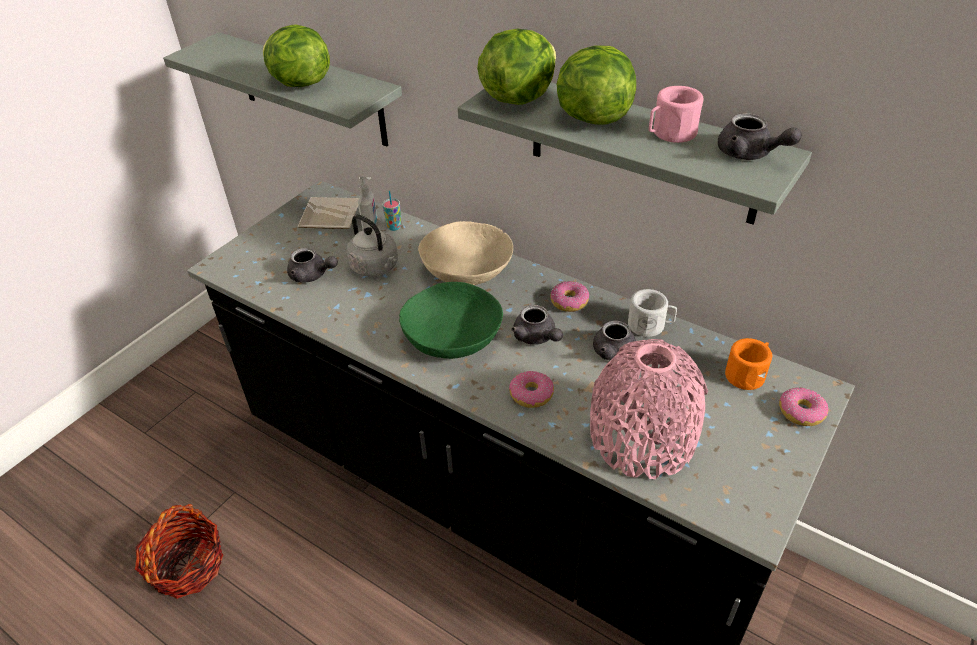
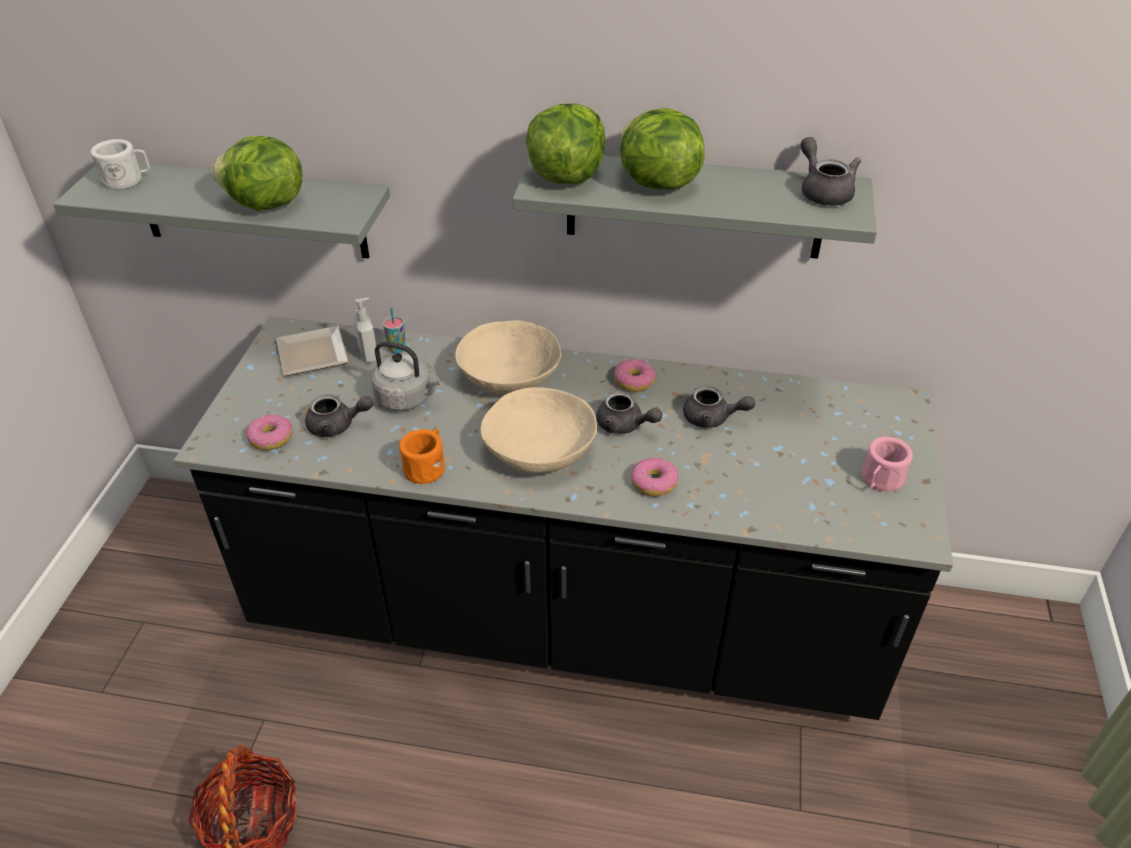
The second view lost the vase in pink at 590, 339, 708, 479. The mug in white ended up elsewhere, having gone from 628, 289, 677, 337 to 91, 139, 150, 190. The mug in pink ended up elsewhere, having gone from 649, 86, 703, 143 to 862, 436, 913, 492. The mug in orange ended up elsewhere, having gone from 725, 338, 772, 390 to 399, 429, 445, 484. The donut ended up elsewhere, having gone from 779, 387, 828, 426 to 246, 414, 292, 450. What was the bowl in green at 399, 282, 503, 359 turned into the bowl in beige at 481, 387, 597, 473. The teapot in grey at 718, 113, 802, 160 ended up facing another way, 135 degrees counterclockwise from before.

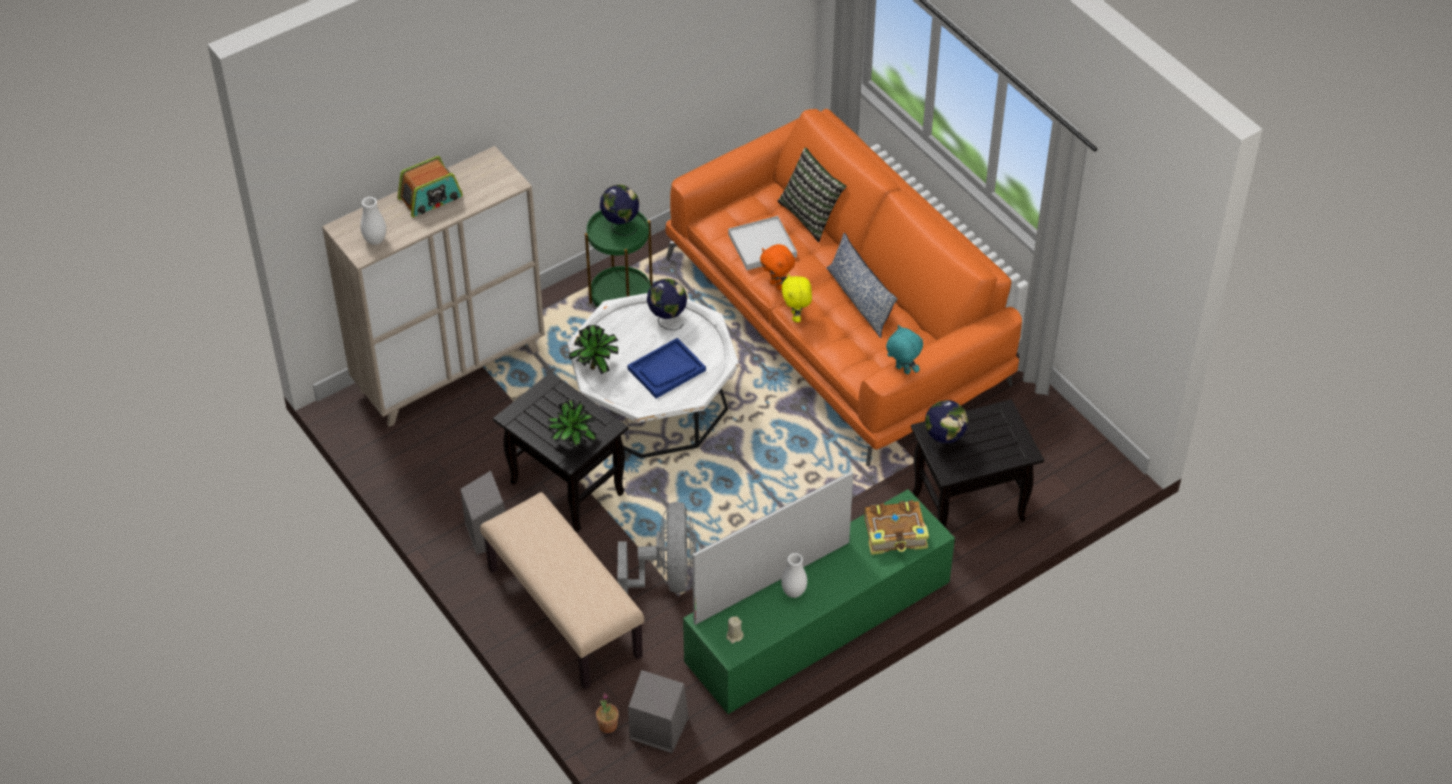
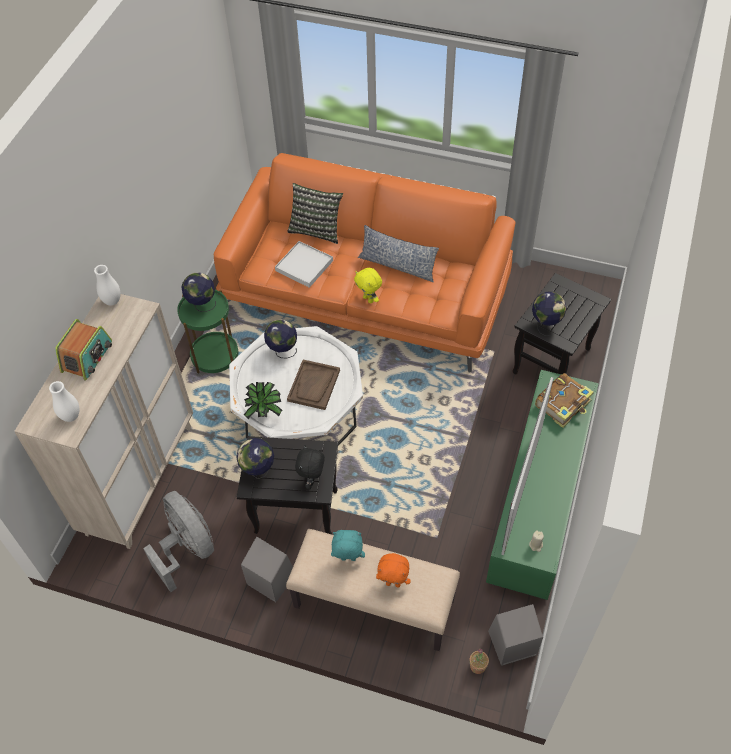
The second view gained the globe at 236, 438, 274, 479. The fan in grey ended up elsewhere, having gone from 617, 502, 696, 594 to 143, 491, 214, 592. The plush toy in orange ended up elsewhere, having gone from 760, 244, 795, 290 to 376, 553, 411, 588. The vase in white ended up elsewhere, having gone from 781, 553, 807, 598 to 94, 265, 121, 306. The plush toy in turquoise ended up elsewhere, having gone from 886, 325, 923, 374 to 331, 530, 365, 561. Where the potted plant stood at 547, 400, 596, 447, the plush toy in black came to stand at 295, 445, 325, 489. What was the tray in blue at 627, 338, 706, 399 turned into the tray in brown at 287, 360, 340, 410.

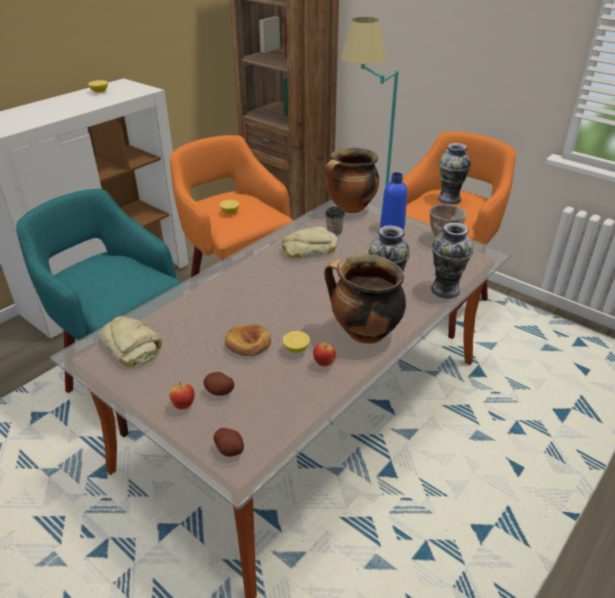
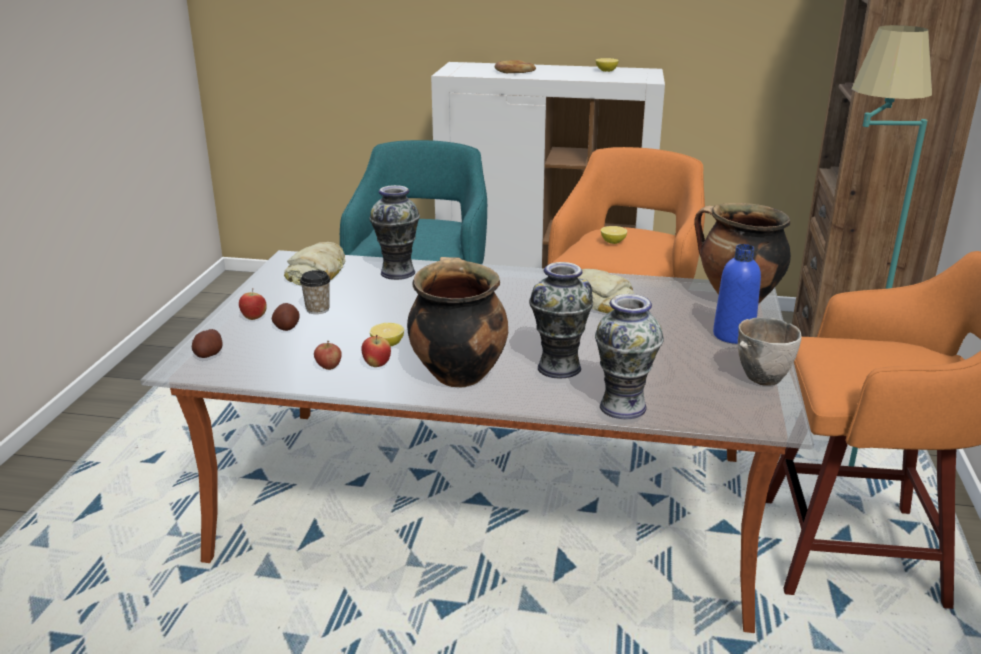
The second view gained the apple at 314, 340, 342, 370. The bread ended up elsewhere, having gone from 225, 324, 271, 356 to 495, 60, 536, 73. The cup ended up elsewhere, having gone from 325, 207, 345, 236 to 300, 270, 330, 314. The vase ended up elsewhere, having gone from 438, 143, 471, 205 to 369, 185, 420, 280.

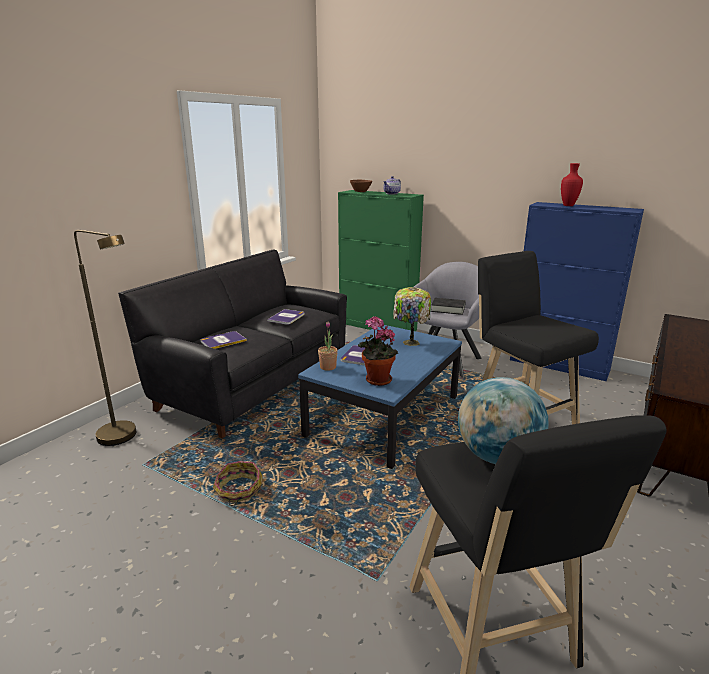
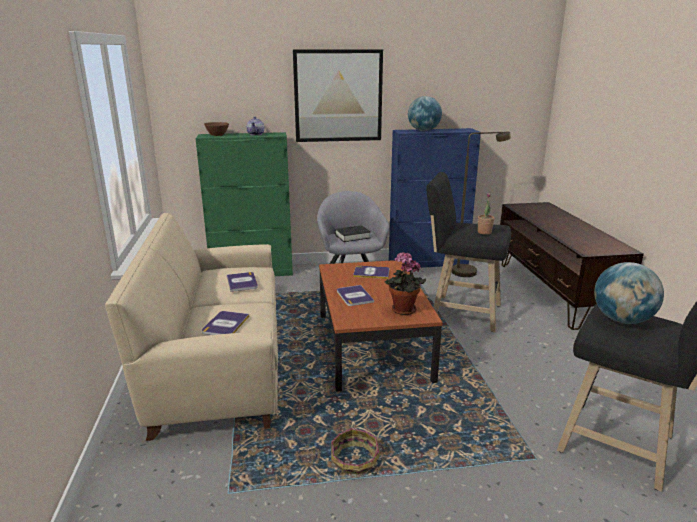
The second view gained the picture at 293, 49, 383, 142. The floor lamp in brown ended up elsewhere, having gone from 74, 230, 136, 446 to 452, 132, 511, 277. The potted plant ended up elsewhere, having gone from 318, 322, 338, 371 to 478, 193, 495, 235. Where the table lamp stood at 393, 287, 431, 346, the book came to stand at 353, 266, 389, 279. Where the vase in red stood at 561, 163, 583, 206, the globe came to stand at 408, 96, 442, 131. What was the sofa in black at 118, 250, 347, 438 turned into the sofa in beige at 105, 213, 278, 441. What was the coffee table in blue at 298, 325, 462, 469 turned into the coffee table in brown at 319, 260, 443, 392.

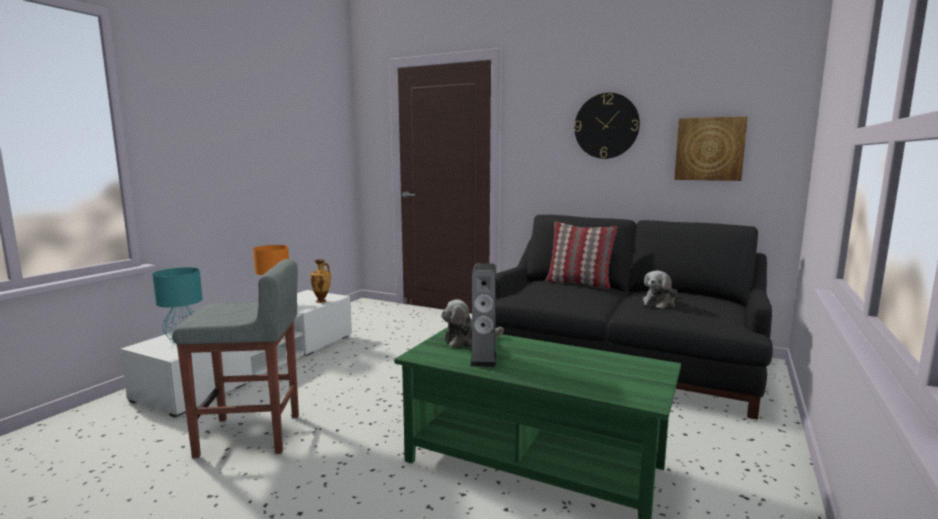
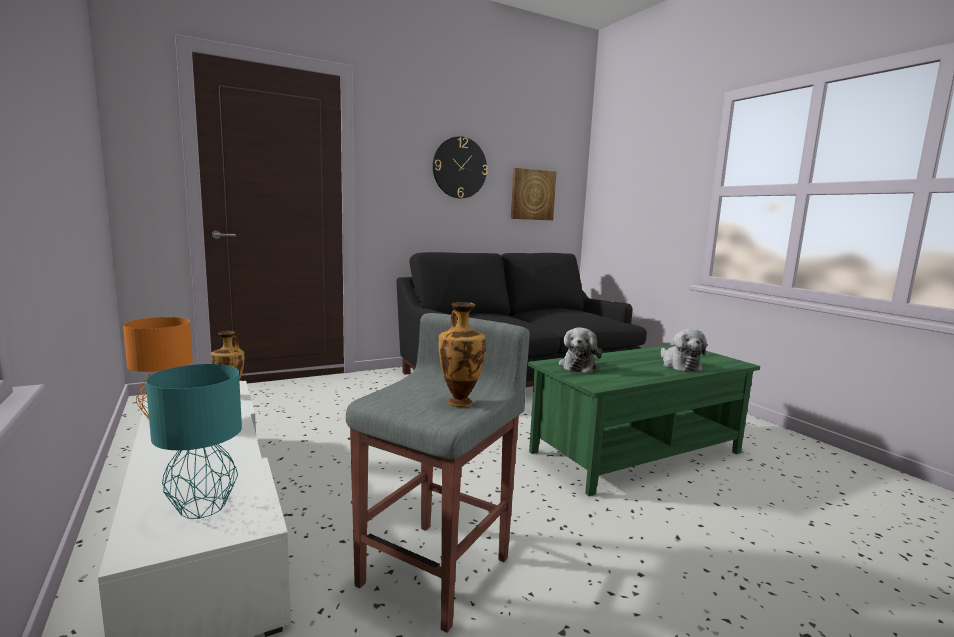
The second view lost the speaker at 470, 263, 497, 367. The second view lost the pillow at 545, 222, 617, 289. The second view gained the vase at 439, 302, 486, 407. The plush toy ended up elsewhere, having gone from 643, 271, 677, 309 to 661, 328, 707, 372.

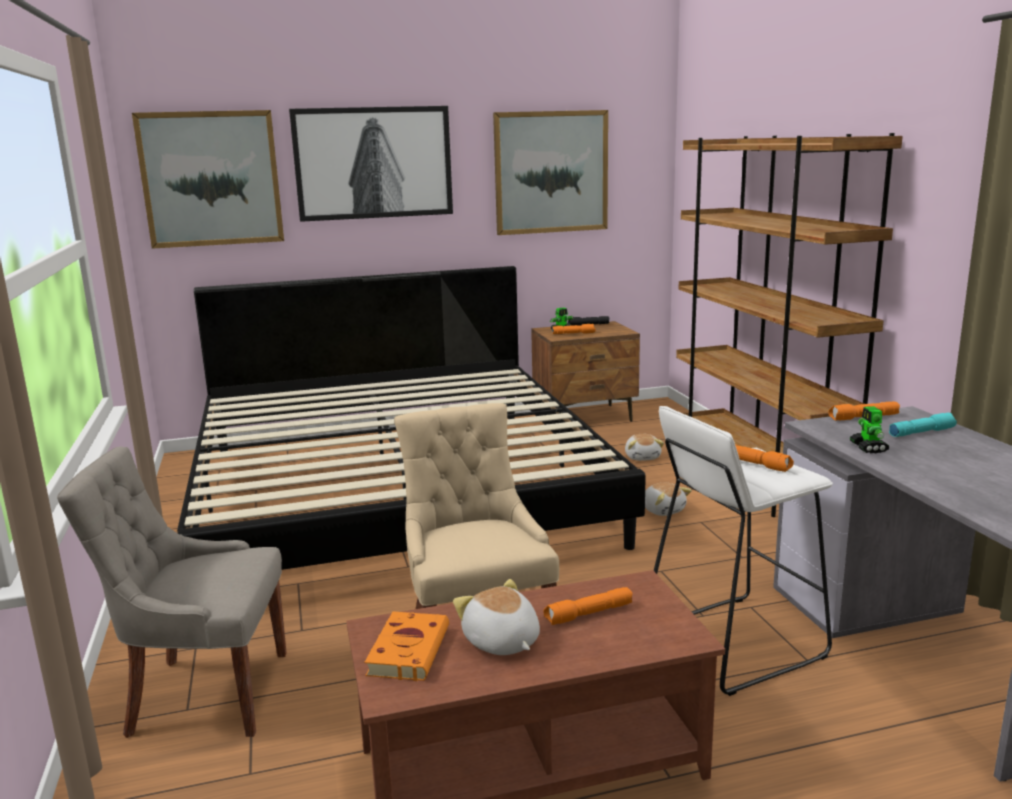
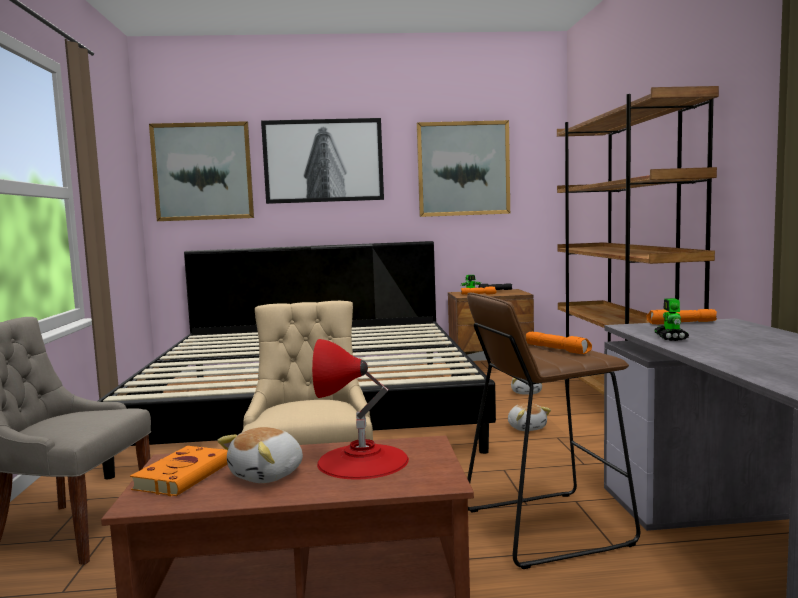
The second view lost the flashlight in turquoise at 889, 413, 957, 437. Where the flashlight in orange stood at 543, 587, 632, 625, the table lamp in red came to stand at 312, 339, 409, 480. What was the stool in white at 654, 406, 833, 696 turned into the stool in brown at 467, 293, 640, 569. The plush toy at 453, 579, 540, 655 ended up facing another way, 120 degrees counterclockwise from before.

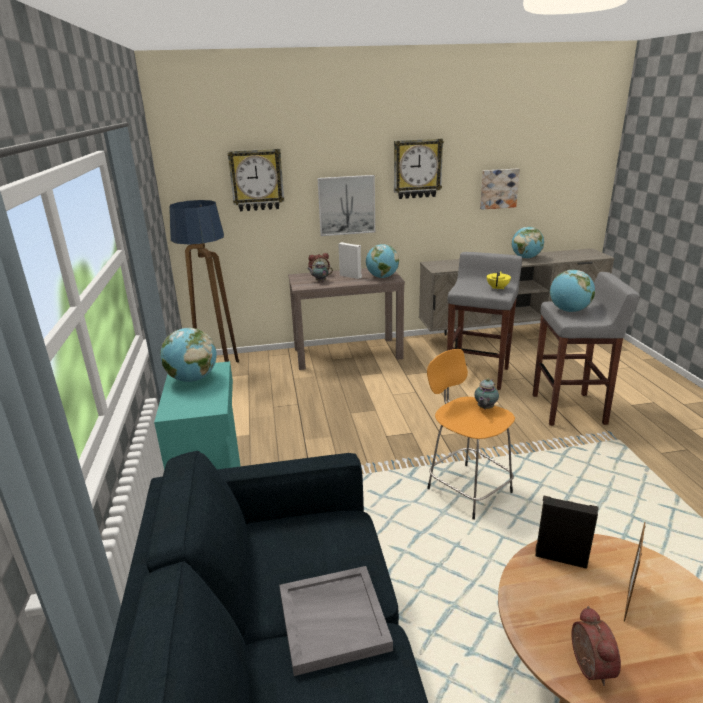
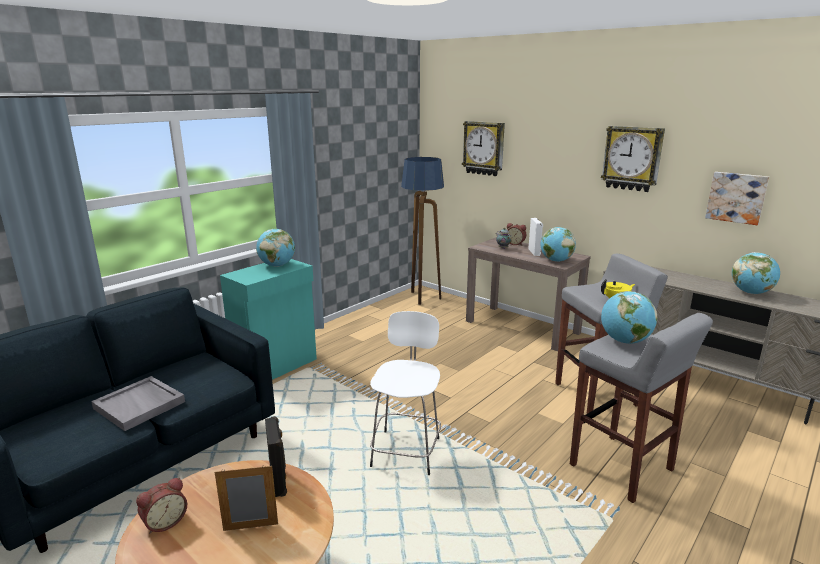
The second view lost the picture at 317, 175, 375, 236. The second view lost the teapot at 474, 378, 499, 409. What was the stool in orange at 427, 349, 515, 520 turned into the stool in white at 370, 311, 441, 475.

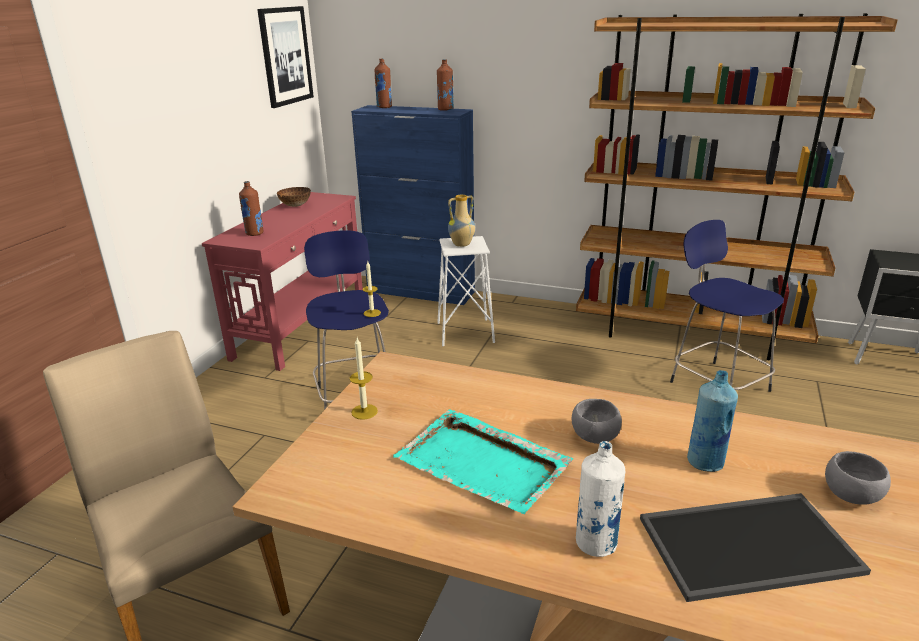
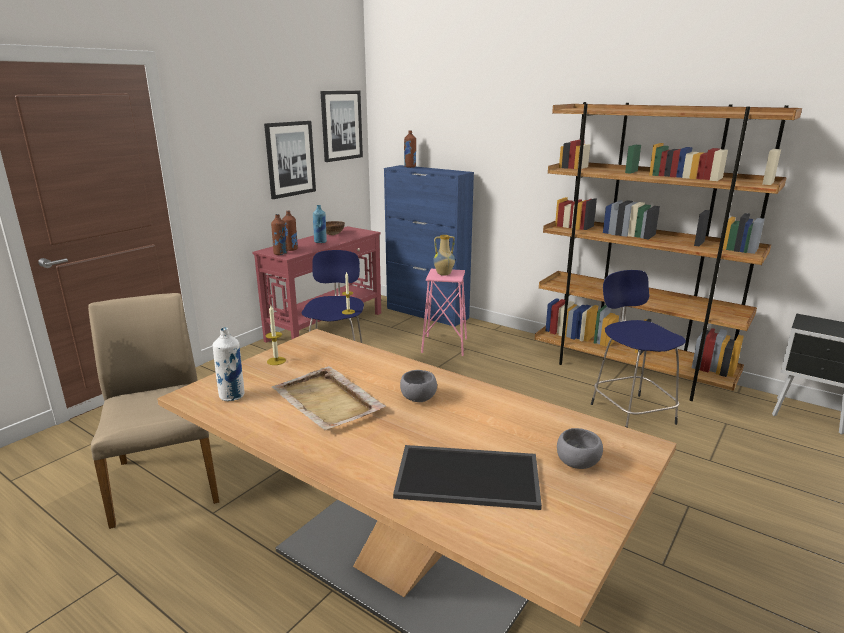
The second view gained the picture at 264, 121, 316, 199. The bottle in brown ended up elsewhere, having gone from 437, 59, 454, 111 to 271, 214, 287, 255. The bottle in white ended up elsewhere, having gone from 576, 441, 625, 557 to 213, 327, 245, 401. The bottle in blue ended up elsewhere, having gone from 687, 370, 738, 472 to 313, 205, 327, 243. What was the tray in turquoise at 393, 409, 573, 514 turned into the tray in beige at 271, 366, 386, 430. What was the stool in white at 437, 236, 495, 346 turned into the stool in pink at 421, 269, 467, 356.

